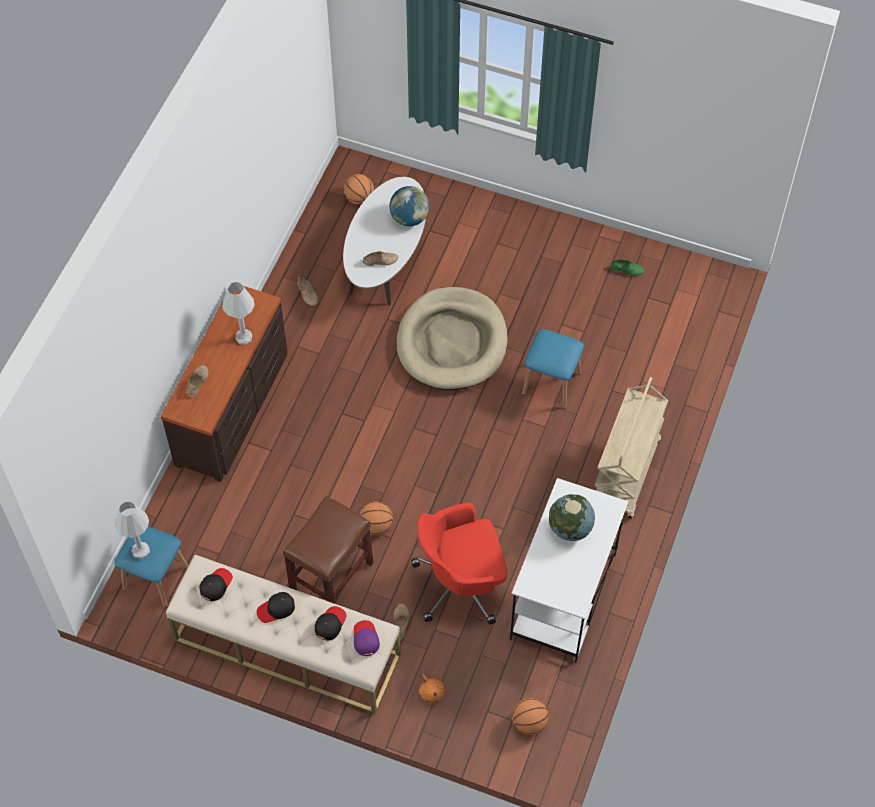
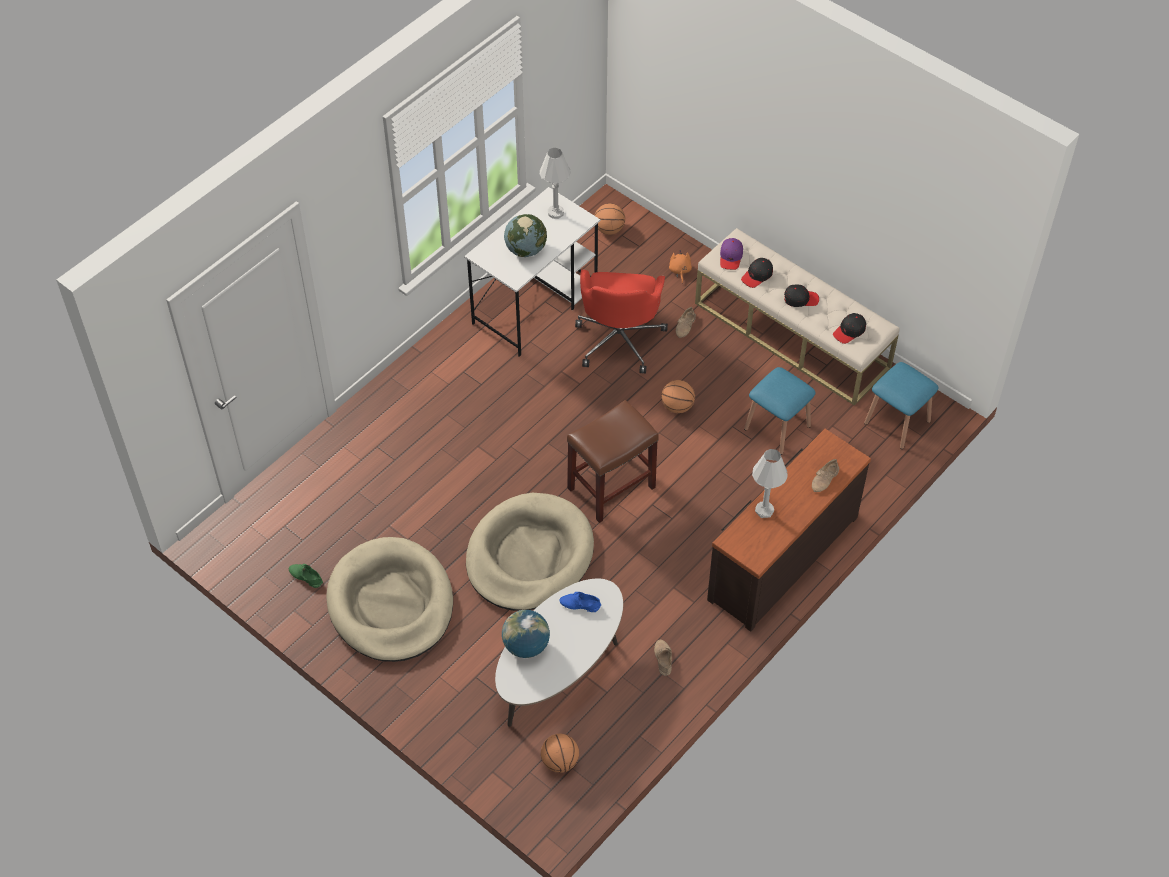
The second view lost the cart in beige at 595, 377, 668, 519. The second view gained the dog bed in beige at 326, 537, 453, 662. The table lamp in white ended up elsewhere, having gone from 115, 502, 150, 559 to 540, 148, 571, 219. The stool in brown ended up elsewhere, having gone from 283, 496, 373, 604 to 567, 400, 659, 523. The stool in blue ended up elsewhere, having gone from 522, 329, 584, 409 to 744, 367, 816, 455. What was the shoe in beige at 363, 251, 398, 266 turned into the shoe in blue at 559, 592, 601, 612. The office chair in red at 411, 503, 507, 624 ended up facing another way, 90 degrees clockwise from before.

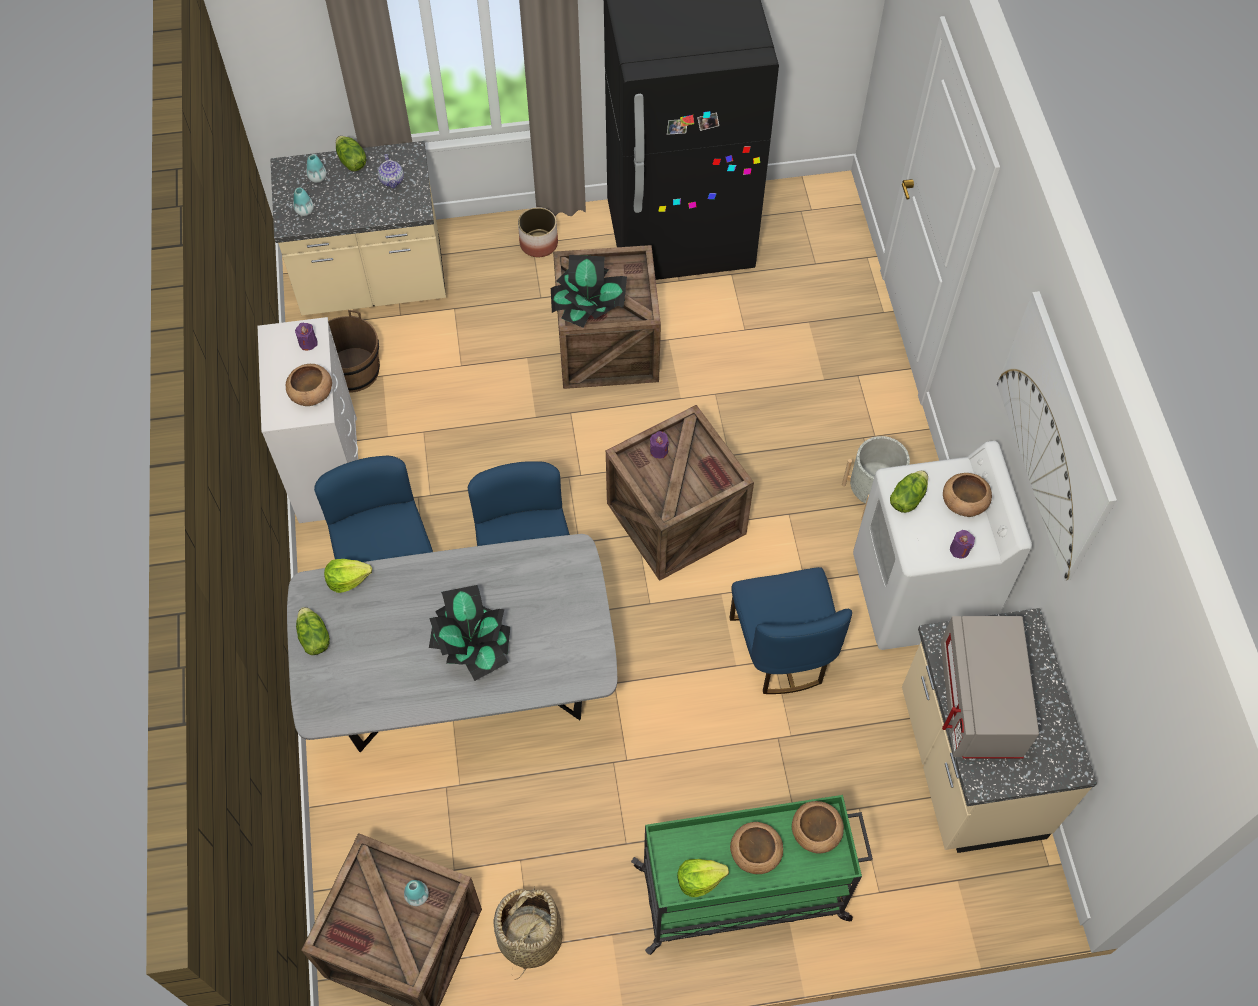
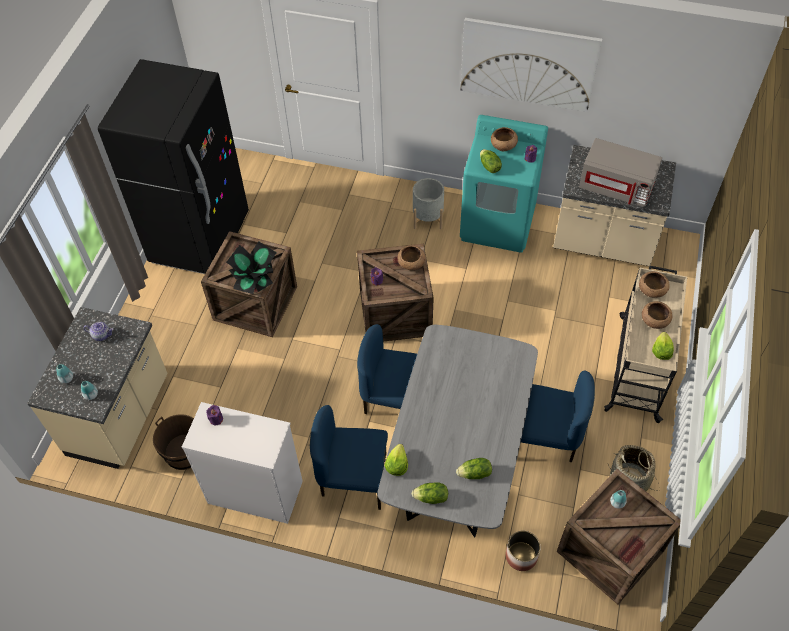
The second view lost the potted plant at 429, 585, 510, 681. The bowl in brown ended up elsewhere, having gone from 285, 364, 332, 406 to 398, 245, 426, 270. The lettuce ended up elsewhere, having gone from 336, 136, 366, 171 to 456, 458, 492, 479. The planter ended up elsewhere, having gone from 518, 207, 558, 257 to 506, 531, 541, 571. The chair in blue ended up elsewhere, having gone from 729, 567, 852, 694 to 521, 370, 595, 462. What was the cart in green at 631, 795, 873, 955 turned into the cart in beige at 604, 266, 687, 423. What was the washing machine in white at 853, 441, 1032, 650 turned into the washing machine in turquoise at 460, 115, 548, 253.

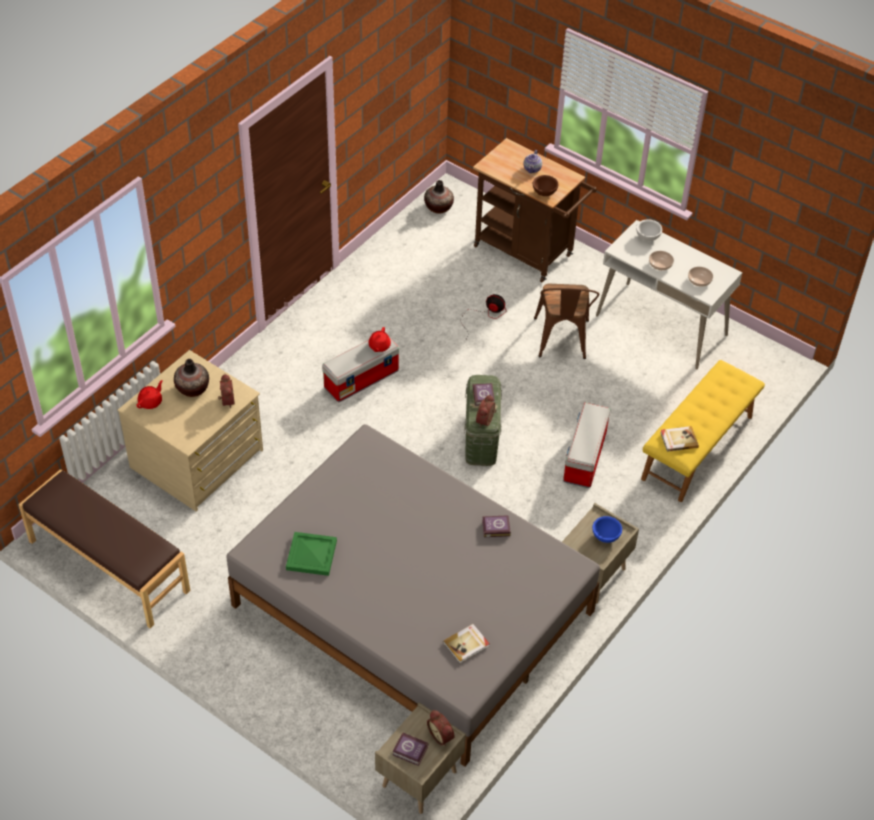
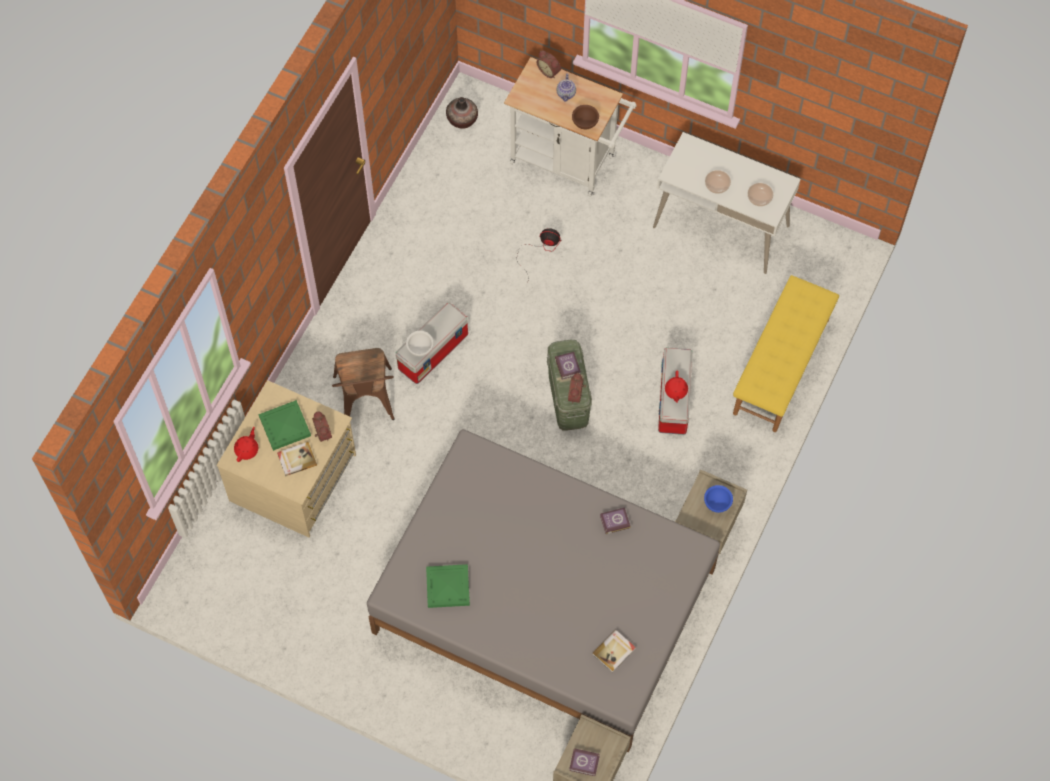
The second view lost the bench in brown at 18, 469, 190, 629. The teapot in red ended up elsewhere, having gone from 368, 327, 391, 352 to 665, 370, 688, 403. The alarm clock ended up elsewhere, having gone from 427, 710, 455, 746 to 537, 51, 561, 79. The chair in brown ended up elsewhere, having gone from 534, 284, 599, 359 to 332, 348, 395, 420. The bowl in white ended up elsewhere, having gone from 636, 219, 662, 241 to 406, 331, 434, 356. The book ended up elsewhere, having gone from 660, 426, 699, 452 to 277, 442, 317, 476. Where the vase stood at 174, 359, 209, 397, the tray in green came to stand at 259, 400, 311, 451. What was the cart in brown at 473, 138, 597, 283 turned into the cart in white at 504, 57, 637, 197.

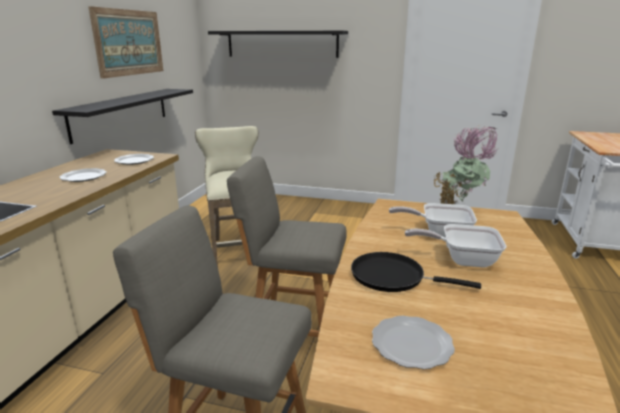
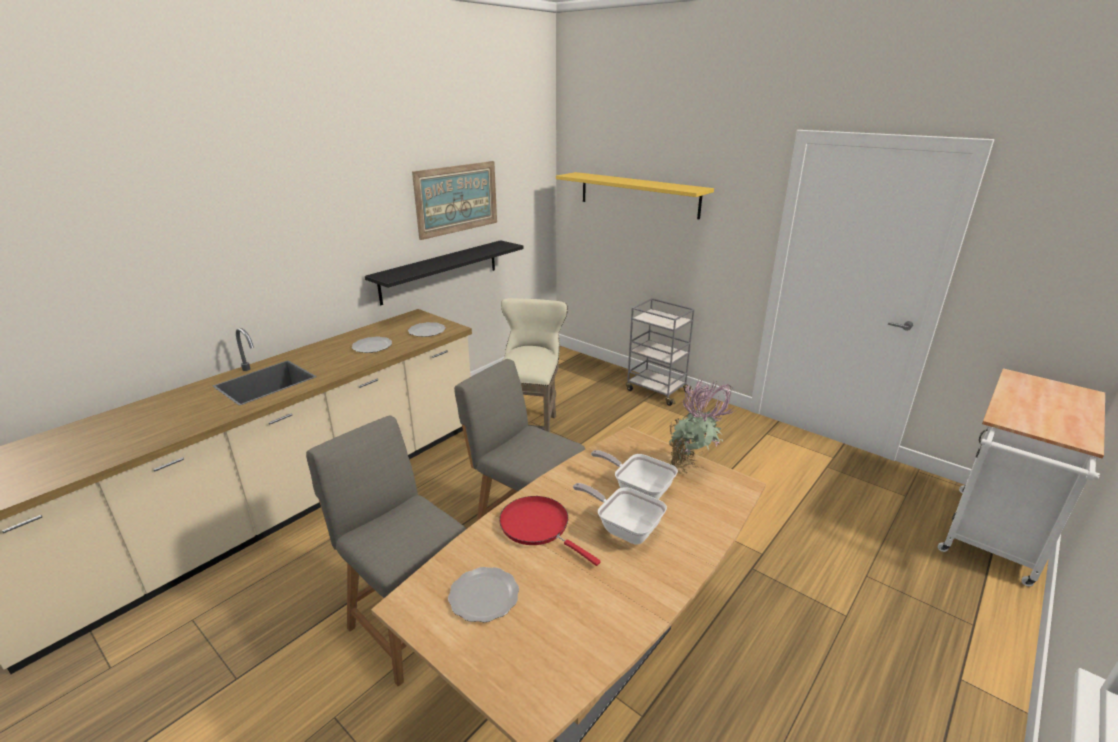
The second view gained the cart in grey at 626, 298, 695, 406. What was the shelf in black at 208, 31, 348, 58 turned into the shelf in yellow at 556, 172, 714, 219. What was the frying pan in black at 351, 252, 481, 292 turned into the frying pan in red at 499, 496, 601, 566.

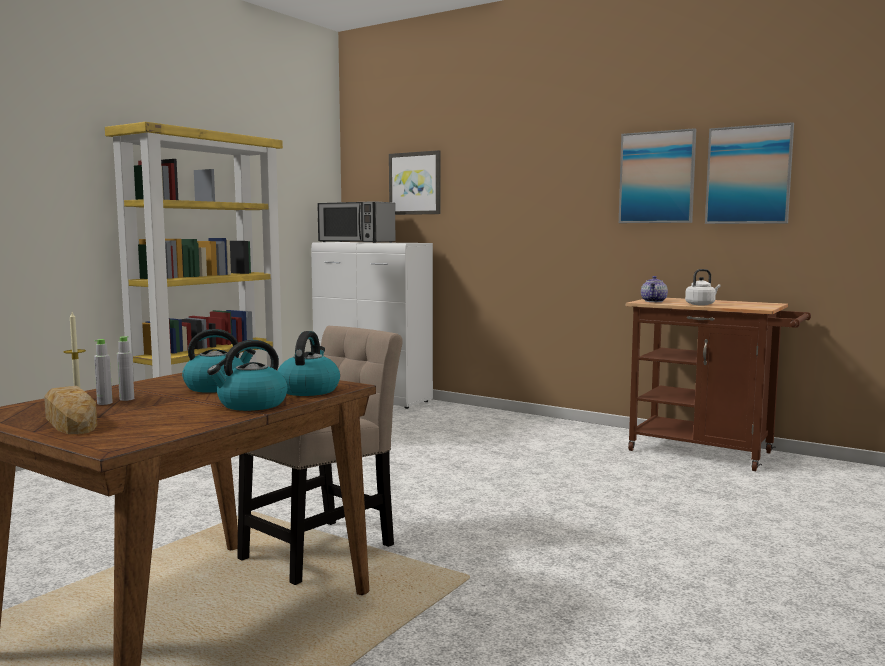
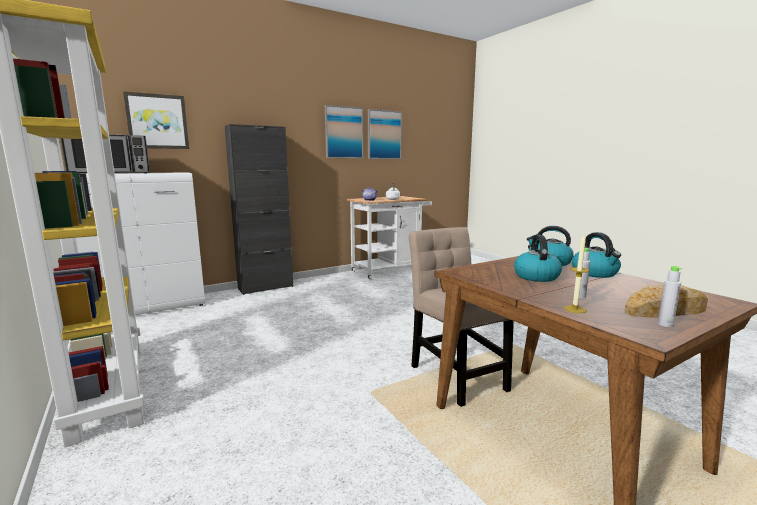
The second view gained the cabinet in black at 225, 124, 293, 295. The bottle in grey ended up elsewhere, having gone from 94, 339, 113, 405 to 658, 266, 682, 327. What was the cart in brown at 626, 298, 811, 471 turned into the cart in white at 347, 196, 432, 280.

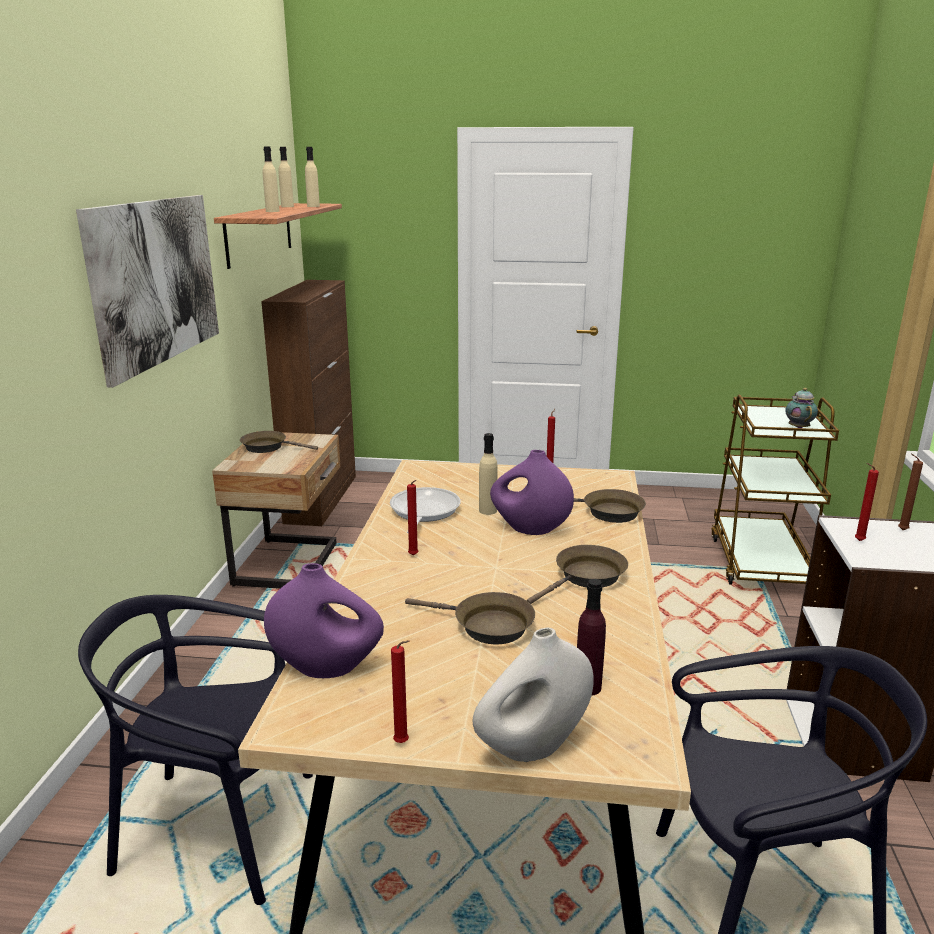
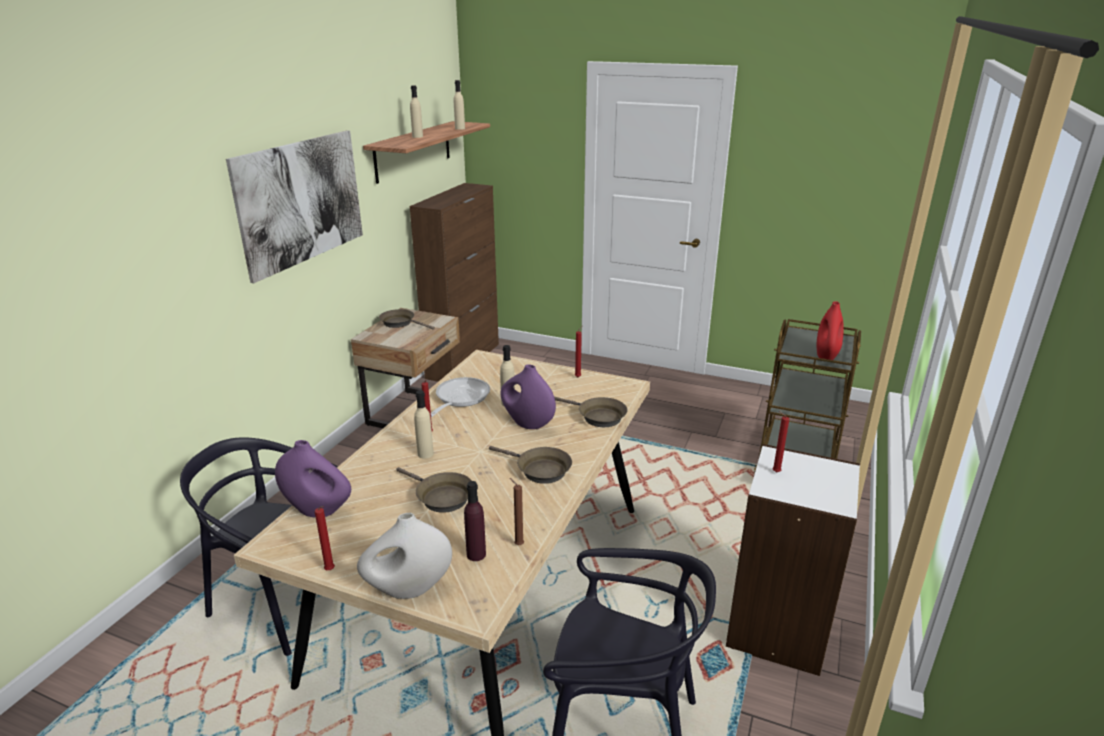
The bottle in beige ended up elsewhere, having gone from 278, 147, 294, 207 to 414, 390, 434, 459. The candle in brown ended up elsewhere, having gone from 898, 454, 923, 530 to 510, 478, 524, 545. Where the teapot stood at 785, 388, 818, 428, the vase in red came to stand at 817, 301, 844, 360. The frying pan in brown at 527, 545, 628, 604 ended up facing another way, 60 degrees clockwise from before.

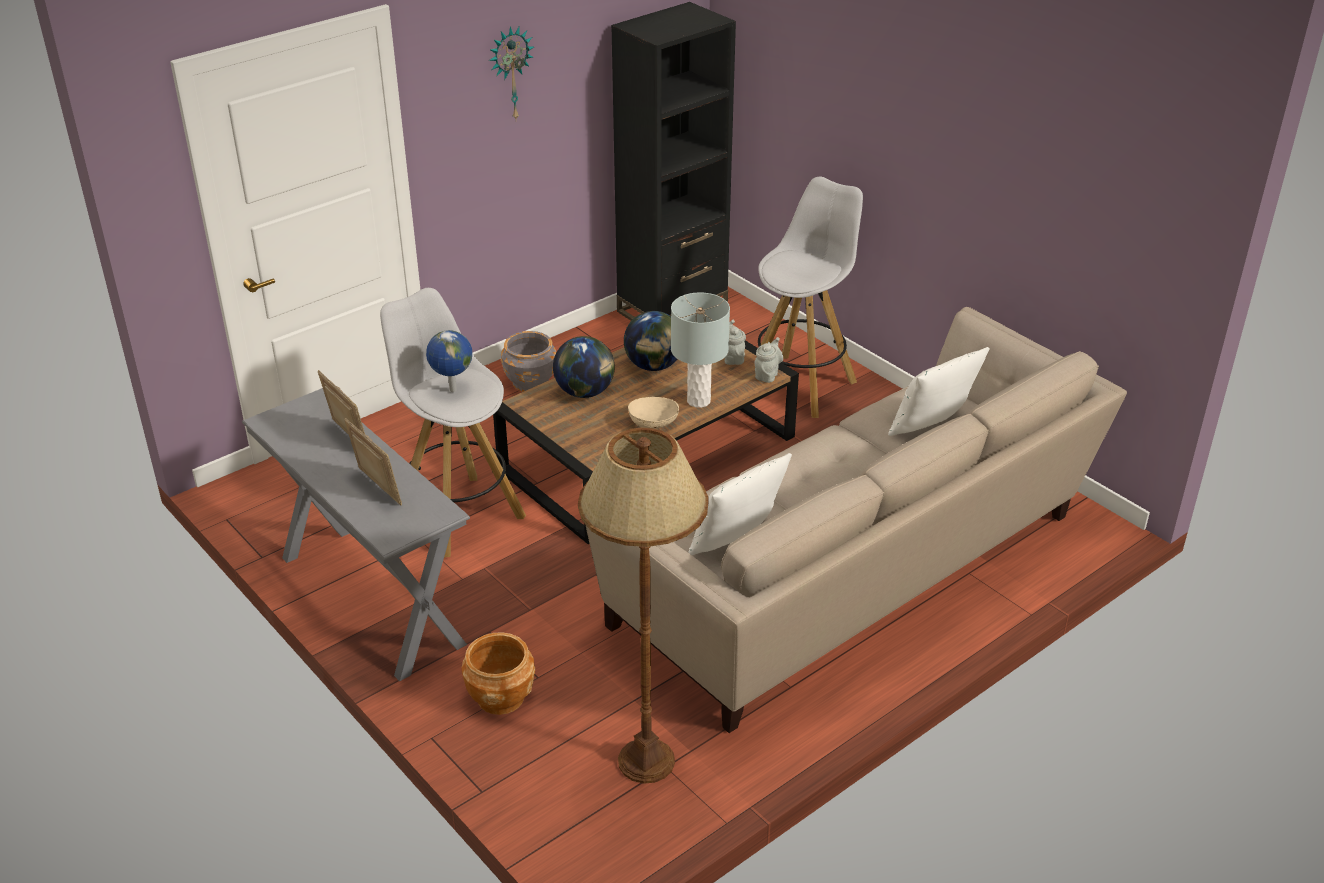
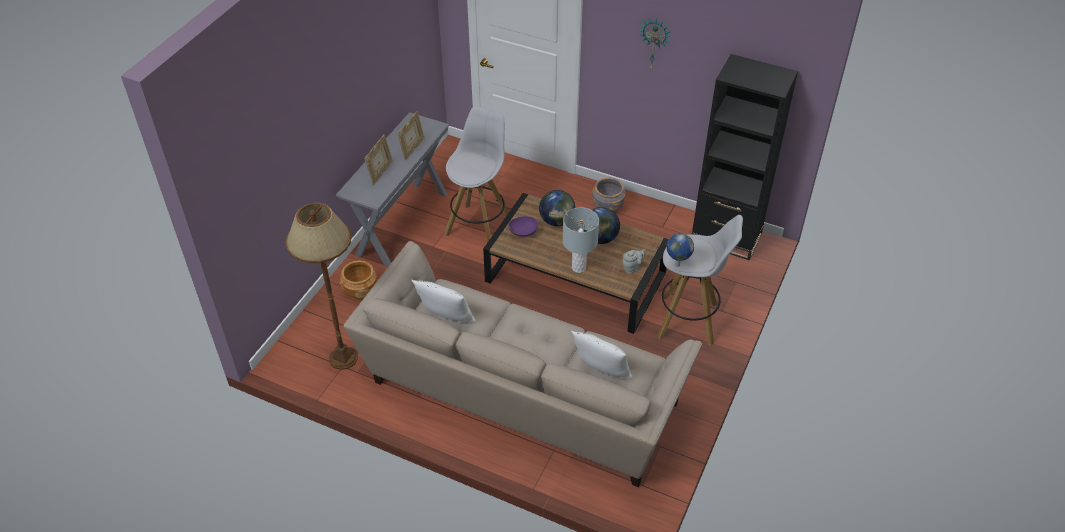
The second view lost the bowl in beige at 628, 397, 679, 429. The second view lost the teapot in grey at 755, 337, 783, 383. The second view gained the bowl in purple at 508, 216, 538, 237. The globe ended up elsewhere, having gone from 426, 330, 472, 392 to 667, 233, 694, 267.

